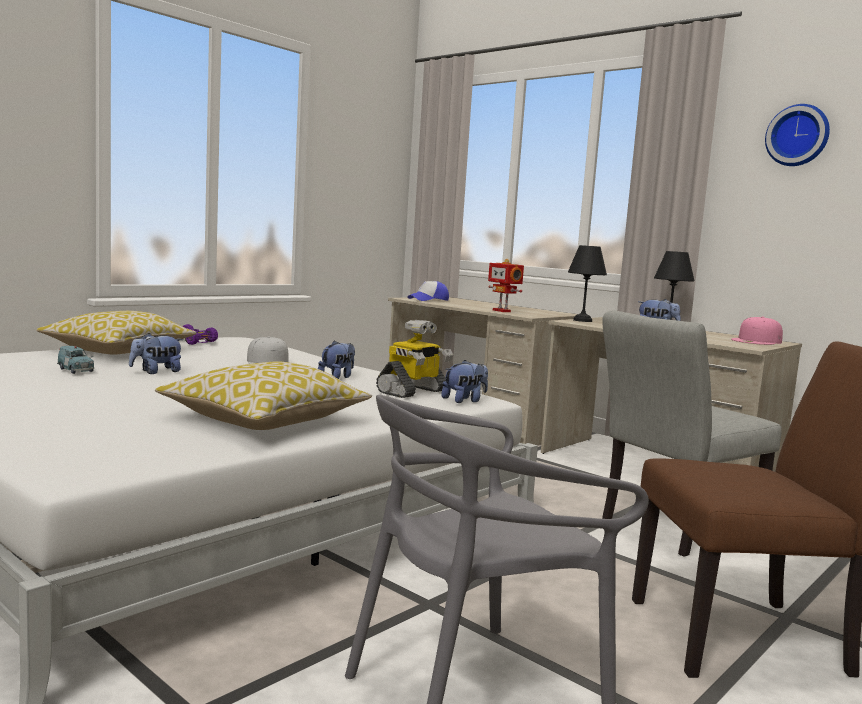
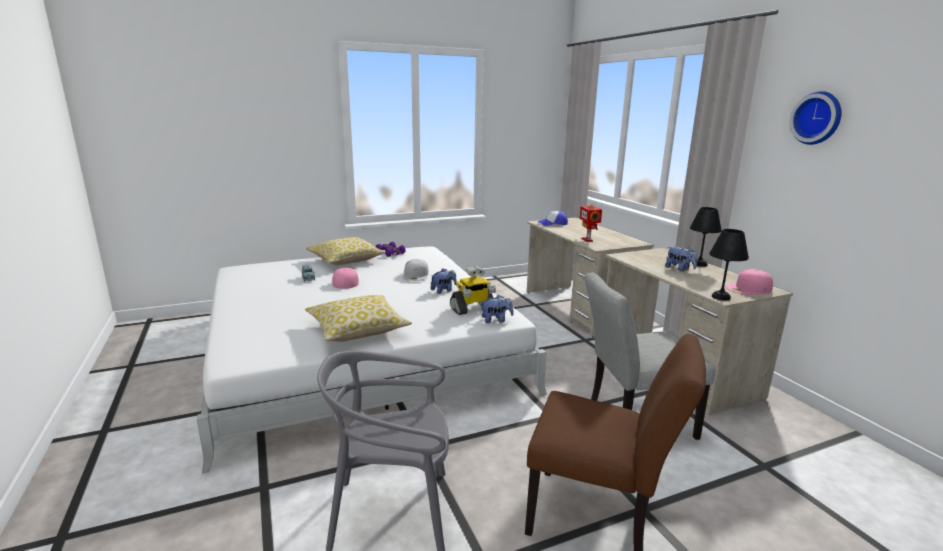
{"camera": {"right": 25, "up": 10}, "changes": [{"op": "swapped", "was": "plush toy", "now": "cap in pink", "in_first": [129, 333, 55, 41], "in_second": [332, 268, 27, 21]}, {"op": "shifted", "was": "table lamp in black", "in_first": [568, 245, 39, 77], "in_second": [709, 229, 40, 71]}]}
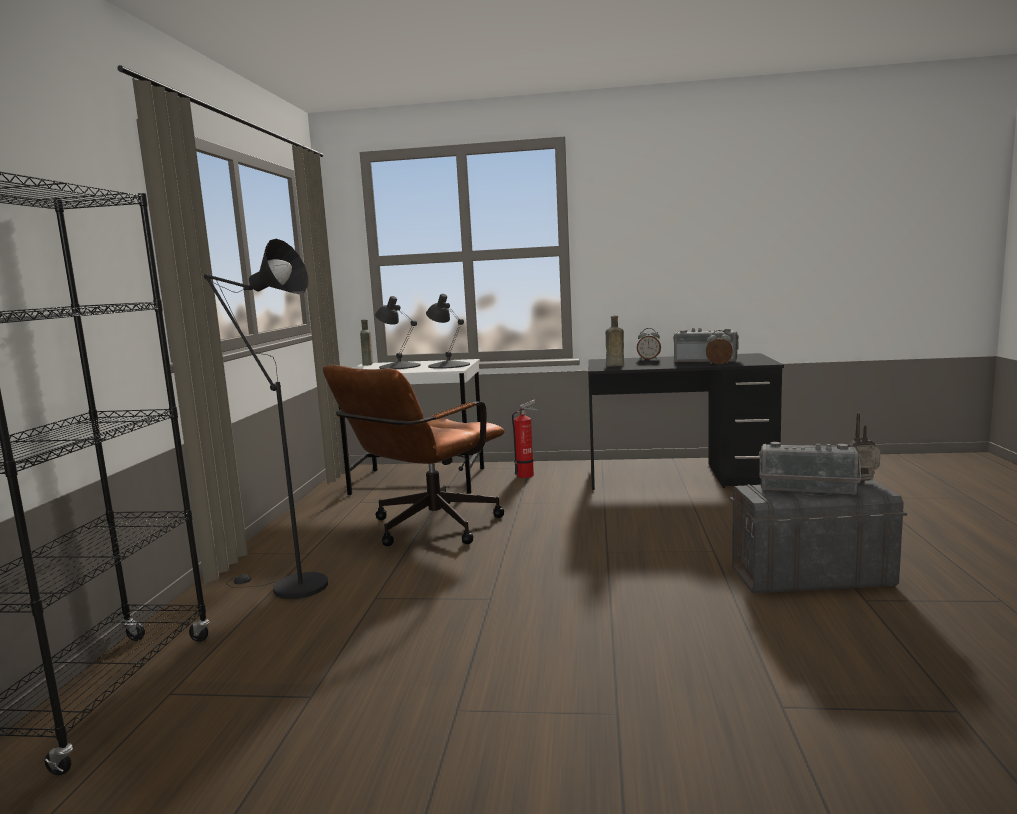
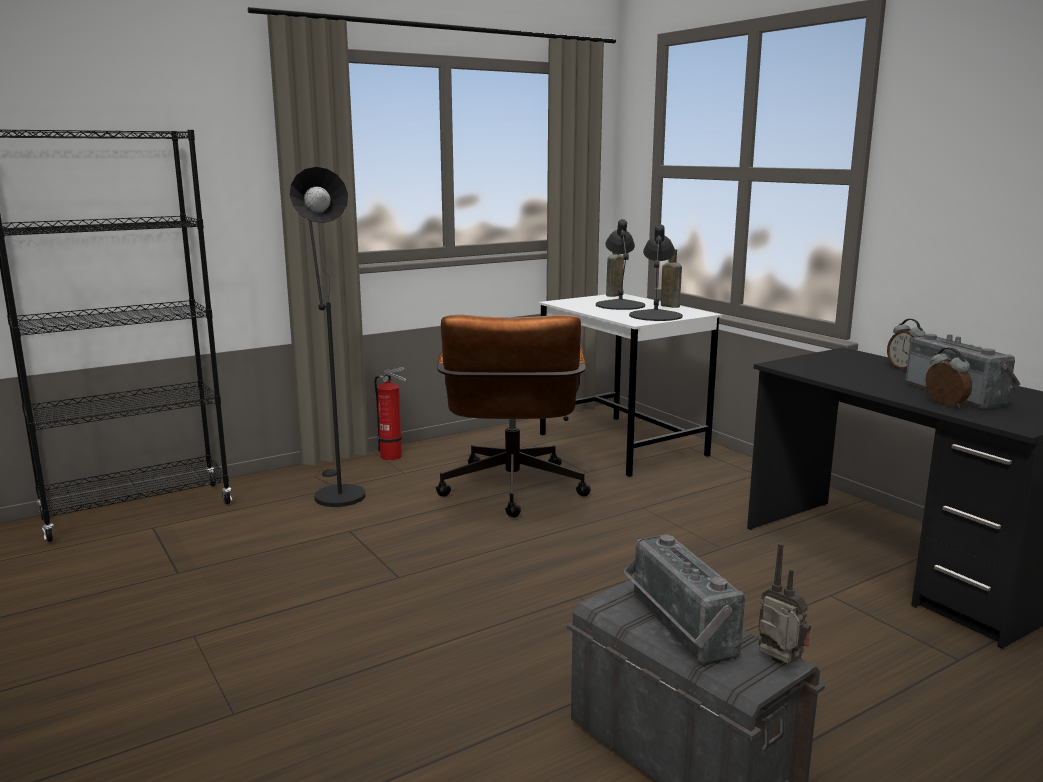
{"camera": {"right": 50, "up": 5}, "changes": [{"op": "shifted", "was": "fire extinguisher", "in_first": [512, 400, 25, 78], "in_second": [375, 367, 31, 93]}, {"op": "rotated", "was": "office chair in brown", "in_first": [323, 365, 182, 181], "in_second": [436, 315, 155, 203], "clockwise": -90}, {"op": "shifted", "was": "bottle in brown", "in_first": [606, 316, 18, 50], "in_second": [661, 249, 21, 59]}]}
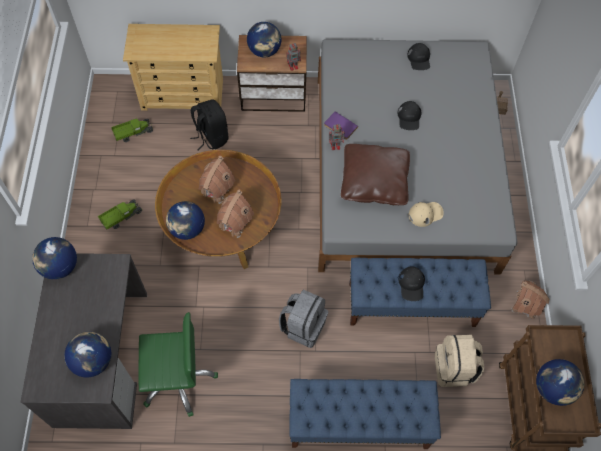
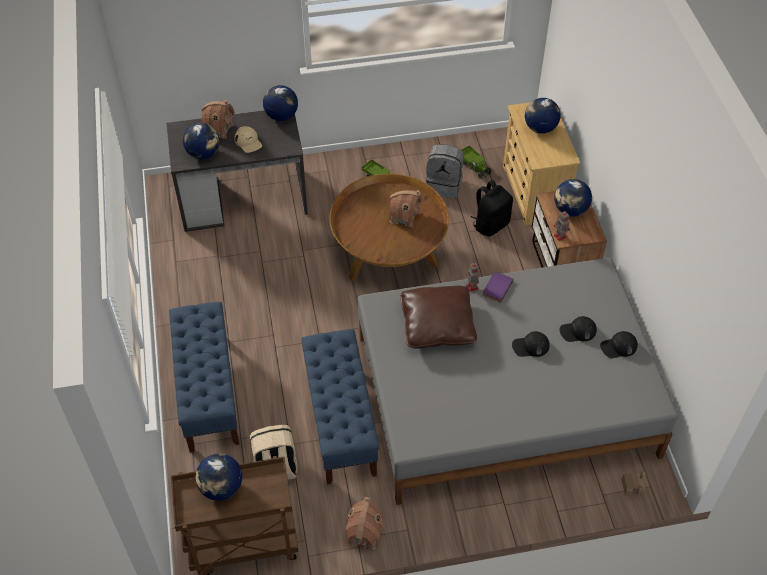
{"camera": {"right": 80, "up": -10}, "changes": [{"op": "shifted", "was": "toy house", "in_first": [217, 190, 37, 48], "in_second": [201, 100, 34, 39]}, {"op": "shifted", "was": "cap in beige", "in_first": [408, 202, 36, 25], "in_second": [234, 126, 28, 27]}, {"op": "shifted", "was": "backpack in grey", "in_first": [279, 289, 49, 59], "in_second": [426, 144, 38, 55]}, {"op": "shifted", "was": "globe", "in_first": [166, 201, 39, 39], "in_second": [525, 98, 36, 36]}, {"op": "shifted", "was": "cap in black", "in_first": [399, 266, 26, 35], "in_second": [559, 316, 38, 26]}, {"op": "gone", "was": "office chair in green", "in_first": [139, 312, 79, 105]}]}
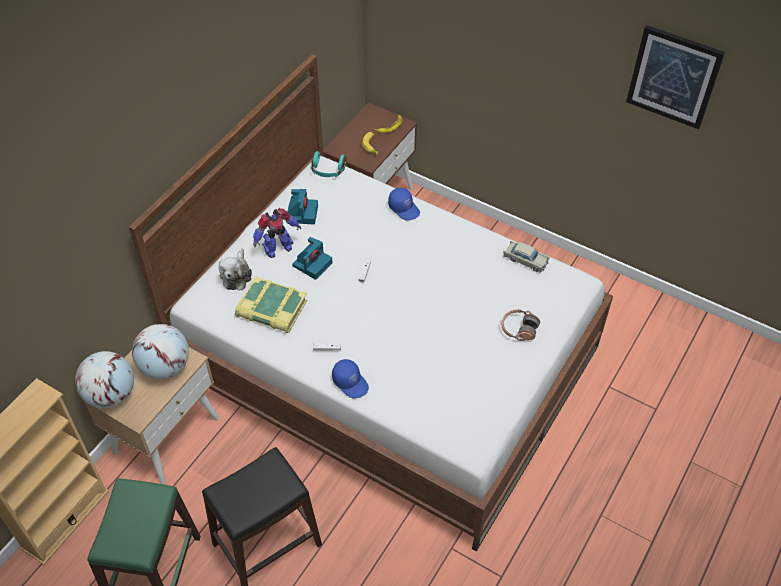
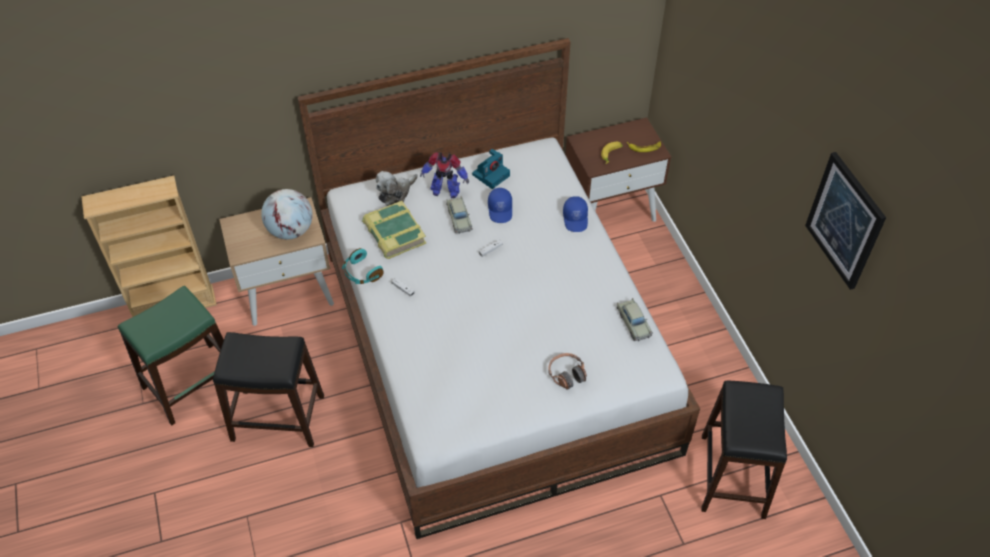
{"camera": {"right": 40, "up": 0}, "changes": [{"op": "shifted", "was": "headphones in turquoise", "in_first": [311, 151, 35, 26], "in_second": [342, 248, 42, 36]}, {"op": "swapped", "was": "photo camera", "now": "toy car in beige", "in_first": [292, 237, 40, 43], "in_second": [446, 196, 27, 38]}, {"op": "shifted", "was": "cap in blue", "in_first": [332, 359, 37, 40], "in_second": [488, 188, 24, 35]}, {"op": "new", "now": "stool in black", "in_second": [701, 381, 86, 138]}, {"op": "gone", "was": "globe", "in_first": [75, 351, 59, 57]}]}
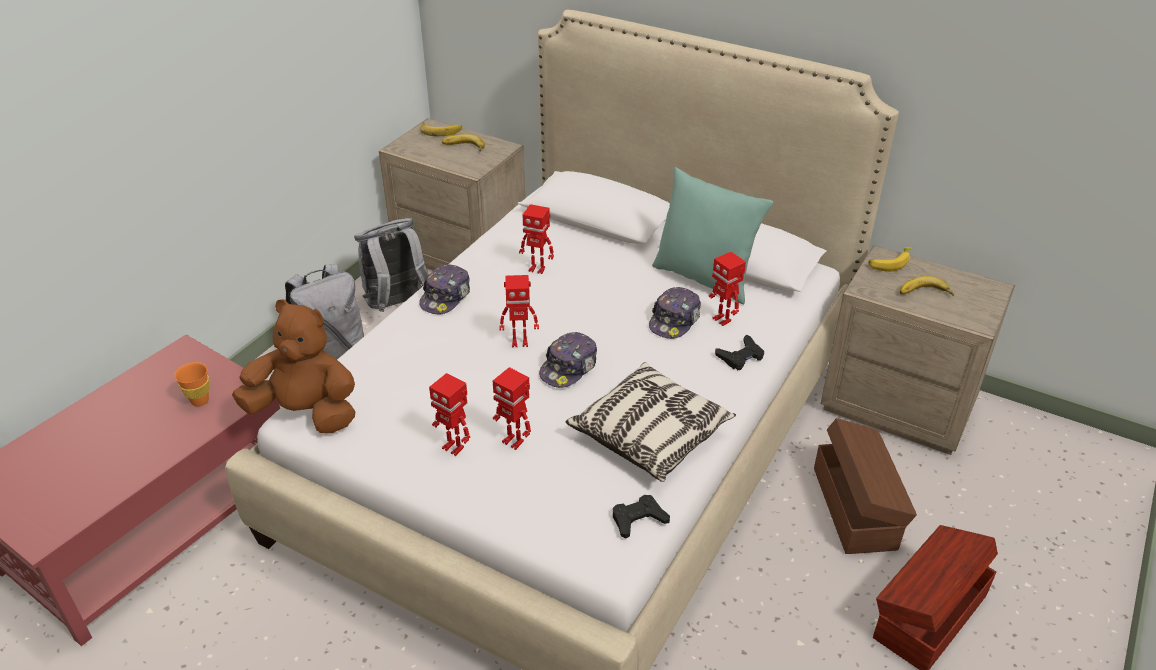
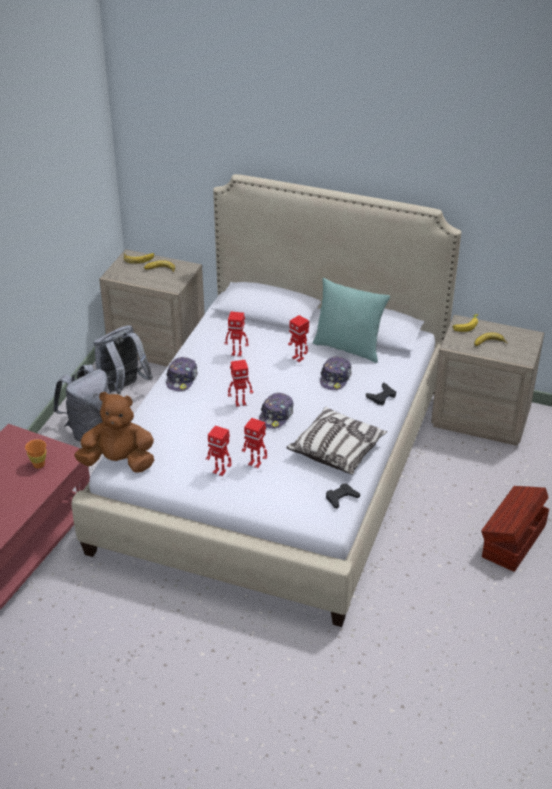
{"camera": {"right": -10, "up": 0}, "changes": [{"op": "shifted", "was": "toy robot", "in_first": [708, 252, 38, 74], "in_second": [288, 315, 21, 47]}, {"op": "gone", "was": "storage box in brown", "in_first": [814, 418, 103, 136]}]}
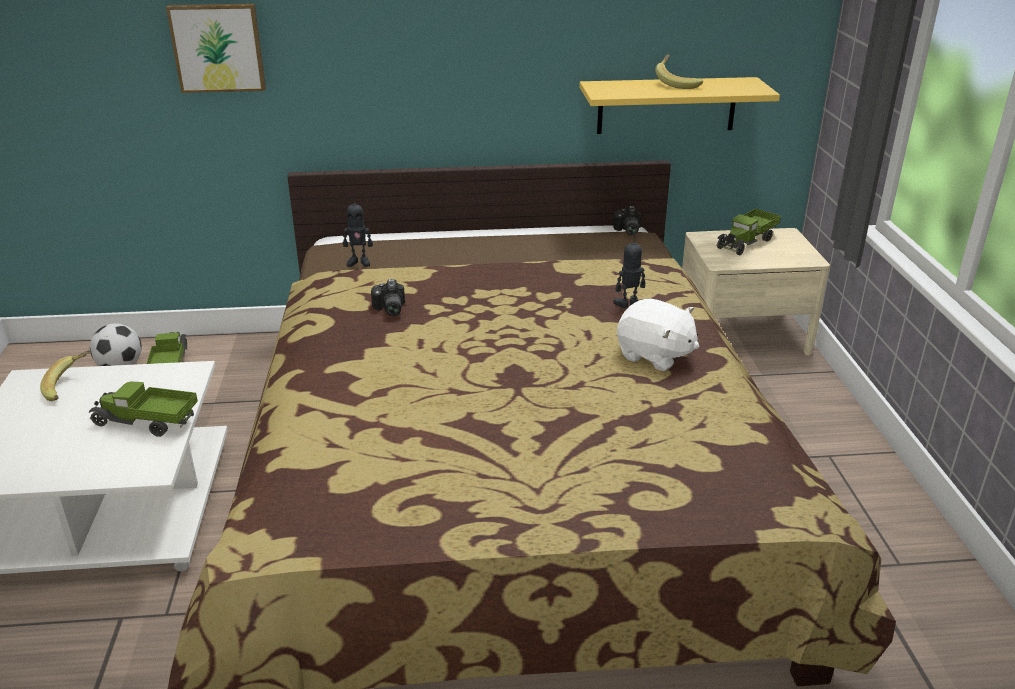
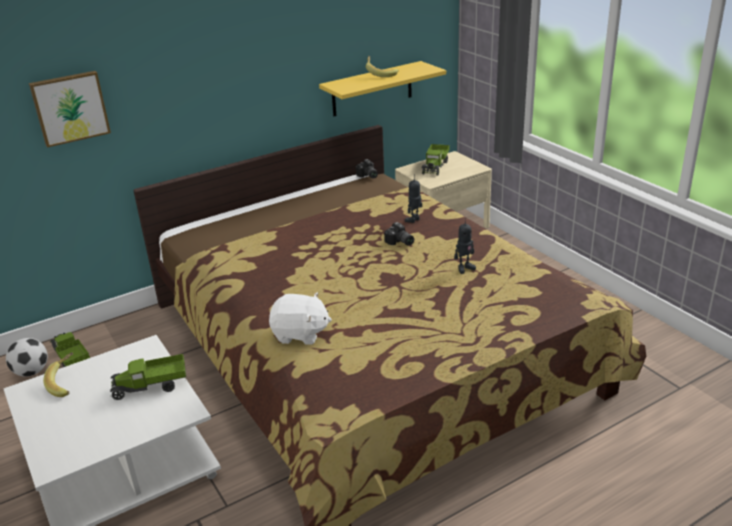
{"camera": {"right": -25, "up": 0}, "changes": [{"op": "shifted", "was": "plush toy in white", "in_first": [617, 298, 83, 73], "in_second": [269, 292, 63, 53]}, {"op": "shifted", "was": "photo camera", "in_first": [371, 279, 34, 37], "in_second": [384, 222, 30, 24]}, {"op": "shifted", "was": "toy robot", "in_first": [343, 195, 30, 72], "in_second": [454, 218, 22, 56]}]}
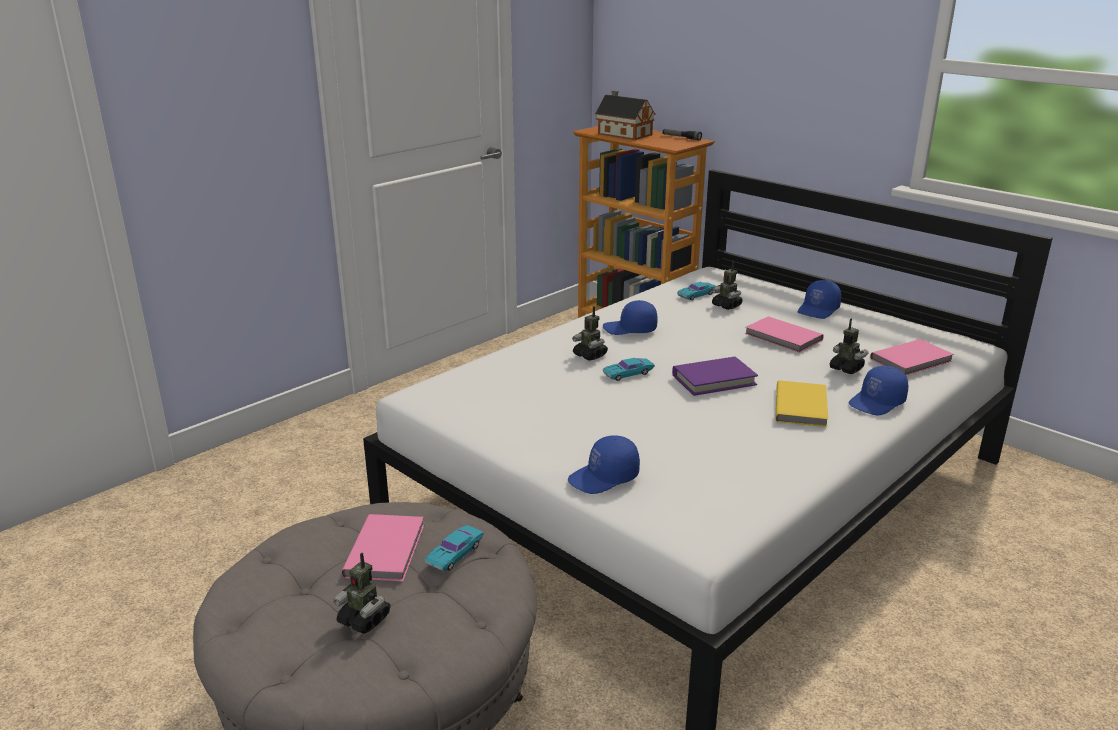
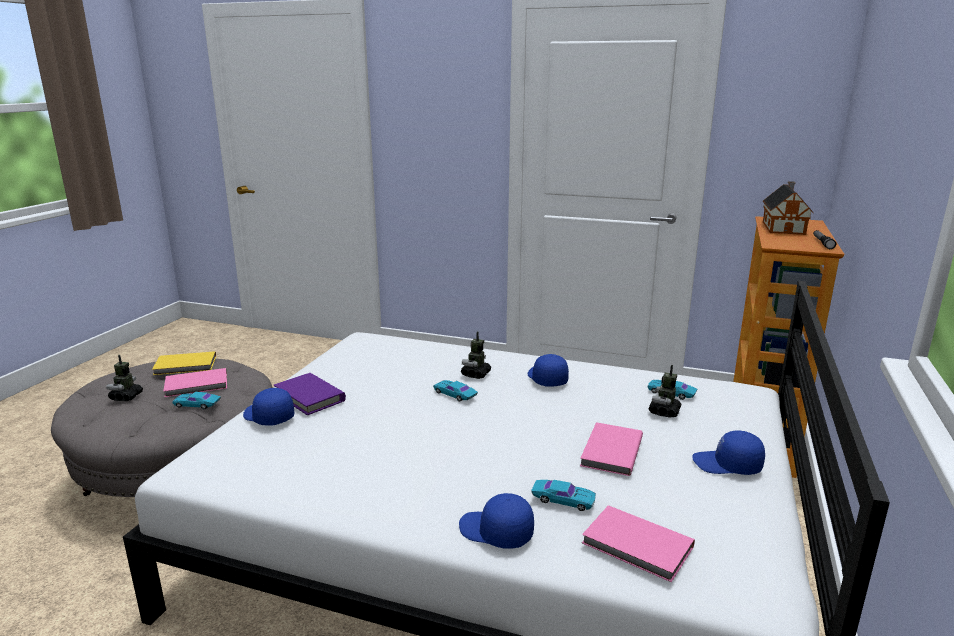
{"camera": {"right": 65, "up": -5}, "changes": [{"op": "shifted", "was": "book in yellow", "in_first": [775, 380, 53, 47], "in_second": [152, 351, 64, 24]}, {"op": "shifted", "was": "book in purple", "in_first": [672, 357, 86, 39], "in_second": [274, 373, 72, 42]}, {"op": "swapped", "was": "toy robot", "now": "toy car in turquoise", "in_first": [830, 318, 38, 56], "in_second": [531, 480, 65, 31]}]}
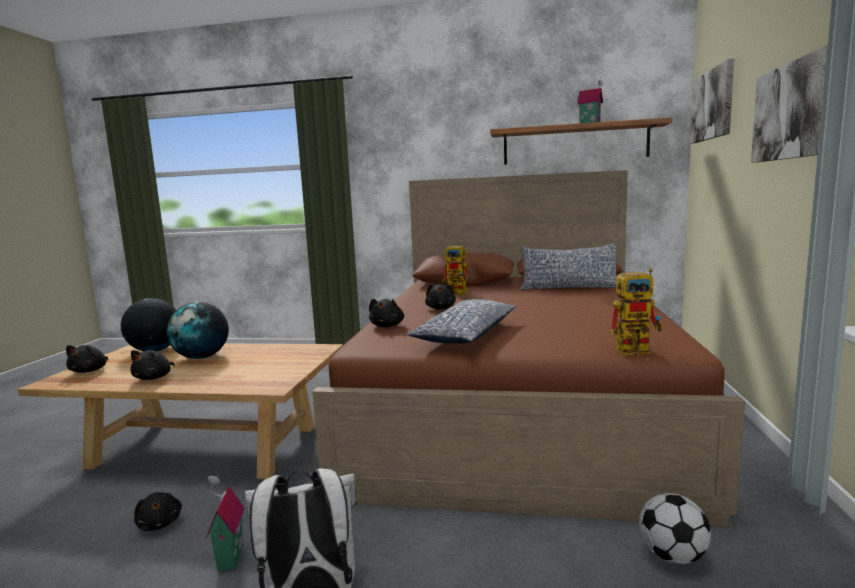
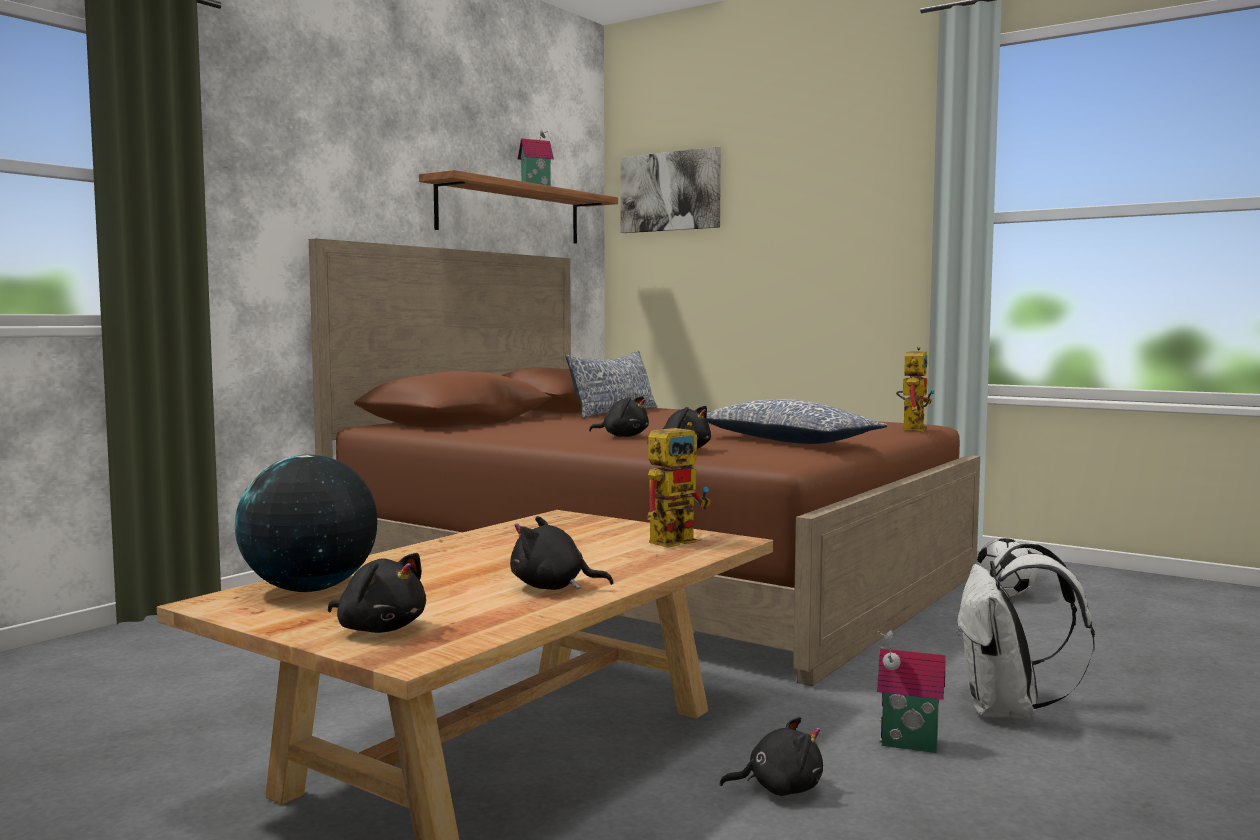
{"camera": {"right": -65, "up": -5}, "changes": [{"op": "rotated", "was": "plush toy in black", "in_first": [130, 350, 45, 30], "in_second": [510, 516, 103, 74], "clockwise": 150}, {"op": "shifted", "was": "toy robot", "in_first": [442, 244, 34, 51], "in_second": [647, 422, 64, 126]}, {"op": "gone", "was": "globe", "in_first": [167, 302, 62, 57]}, {"op": "gone", "was": "picture", "in_first": [751, 45, 77, 118]}]}
